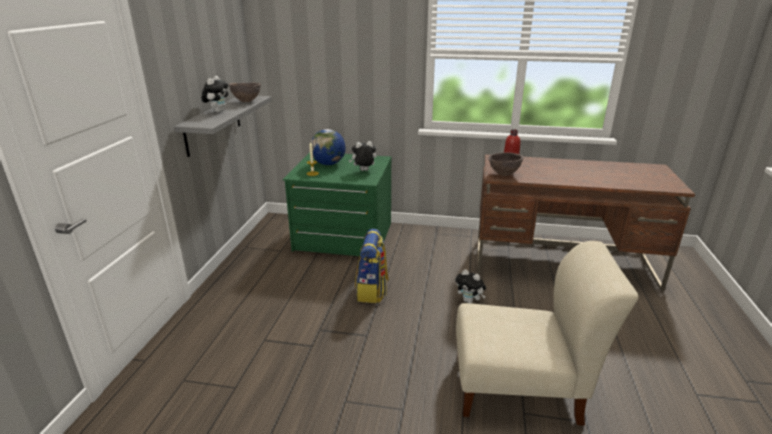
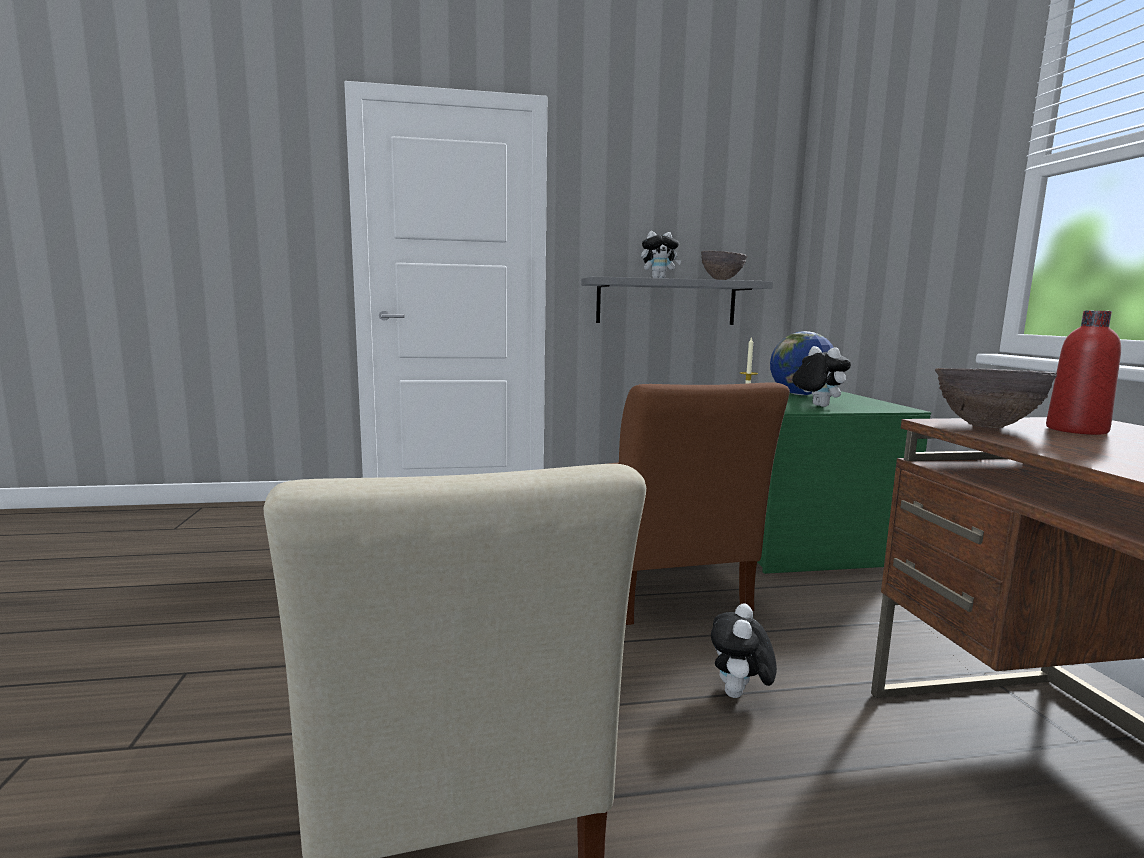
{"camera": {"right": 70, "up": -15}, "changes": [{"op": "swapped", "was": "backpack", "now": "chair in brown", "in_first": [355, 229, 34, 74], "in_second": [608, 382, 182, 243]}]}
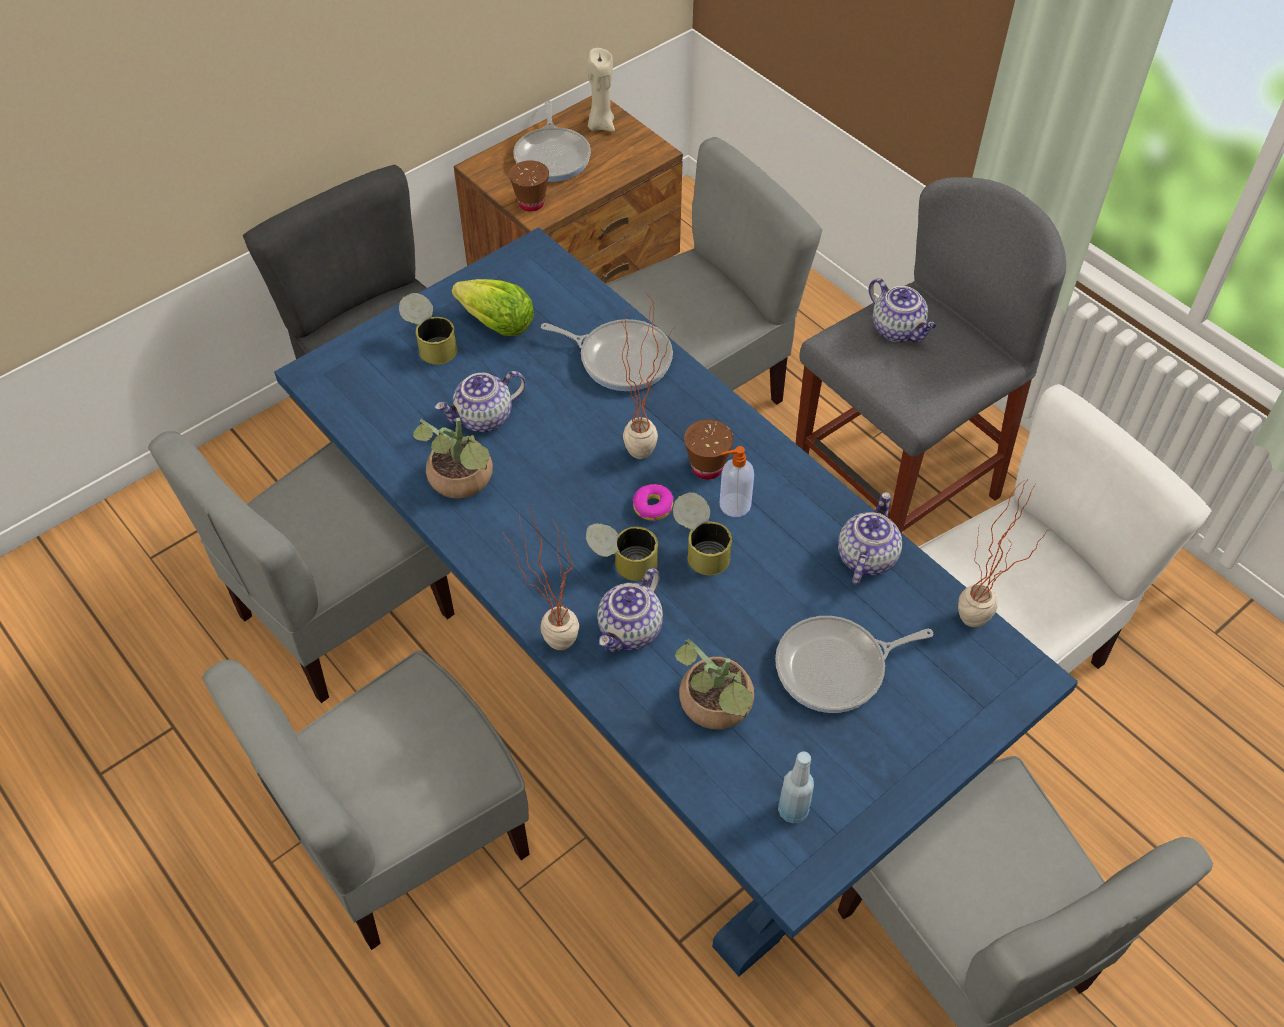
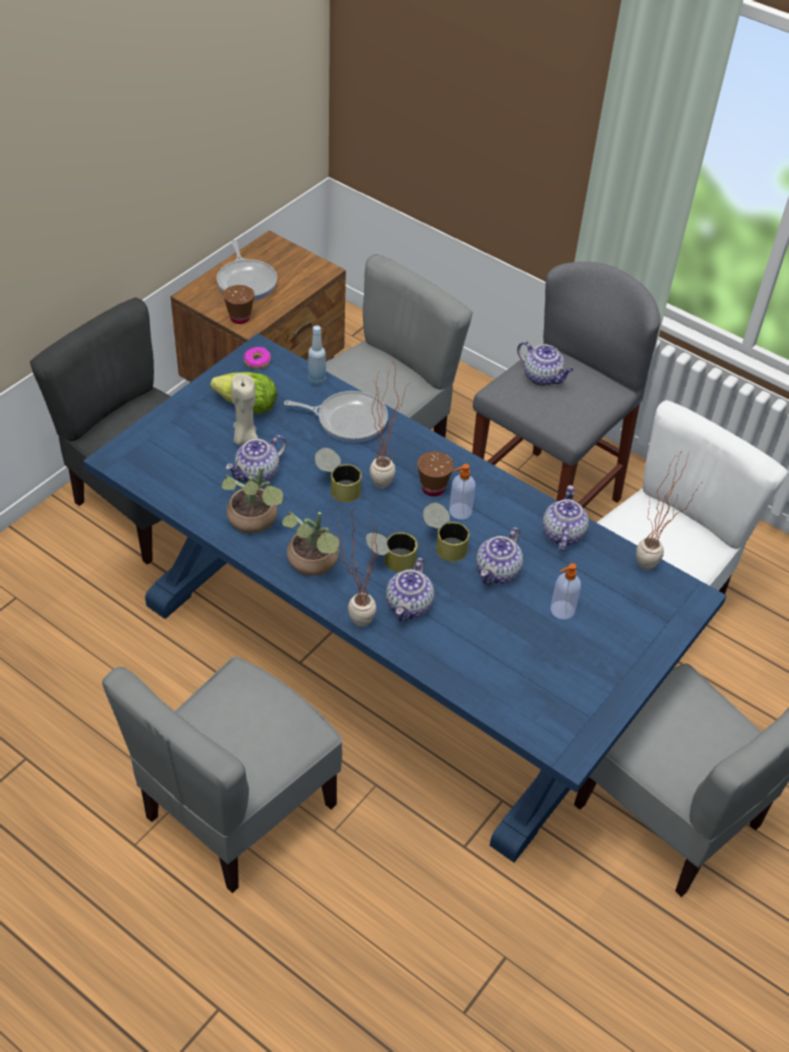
{"camera": {"right": -15, "up": -5}, "changes": [{"op": "shifted", "was": "candle in beige", "in_first": [587, 48, 28, 84], "in_second": [231, 374, 28, 71]}, {"op": "shifted", "was": "donut", "in_first": [633, 484, 40, 37], "in_second": [244, 347, 27, 22]}, {"op": "shifted", "was": "potted plant", "in_first": [675, 639, 79, 90], "in_second": [282, 510, 57, 66]}, {"op": "shifted", "was": "bottle in blue", "in_first": [778, 751, 36, 72], "in_second": [308, 325, 18, 60]}, {"op": "shifted", "was": "can", "in_first": [399, 293, 58, 72], "in_second": [315, 448, 47, 54]}, {"op": "new", "now": "teapot", "in_second": [476, 527, 47, 58]}, {"op": "swapped", "was": "frying pan", "now": "soap dispenser", "in_first": [775, 616, 159, 97], "in_second": [551, 563, 30, 57]}, {"op": "gone", "was": "chair in grey", "in_first": [148, 431, 306, 272]}]}
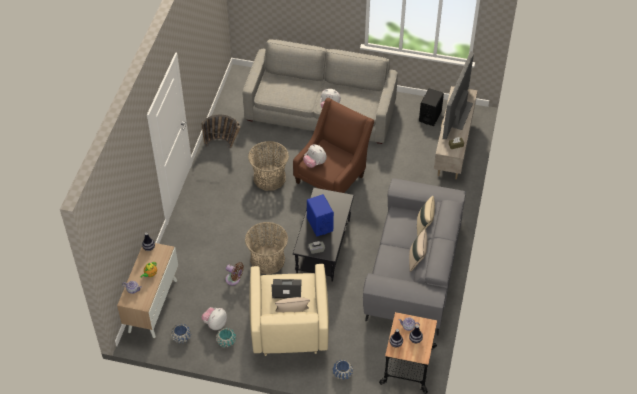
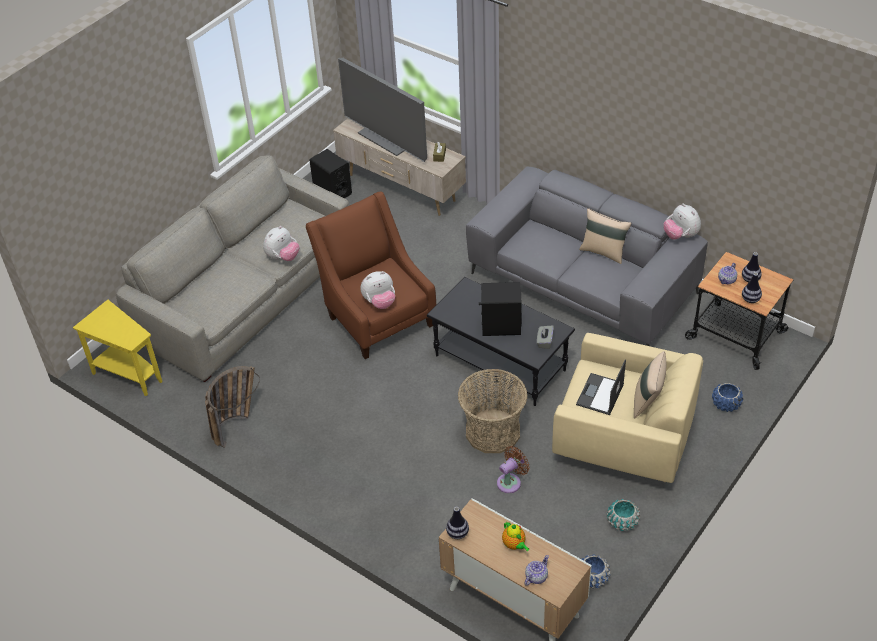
{"camera": {"right": -65, "up": -5}, "changes": [{"op": "new", "now": "side table in yellow", "in_second": [73, 300, 90, 96]}, {"op": "repainted", "was": "speaker in blue", "now": "speaker in black", "in_first": [307, 194, 27, 42], "in_second": [479, 282, 43, 54]}, {"op": "shifted", "was": "plush toy", "in_first": [201, 307, 26, 23], "in_second": [663, 203, 38, 37]}, {"op": "gone", "was": "basket", "in_first": [248, 141, 41, 50]}, {"op": "gone", "was": "pillow in beige", "in_first": [417, 196, 18, 41]}]}
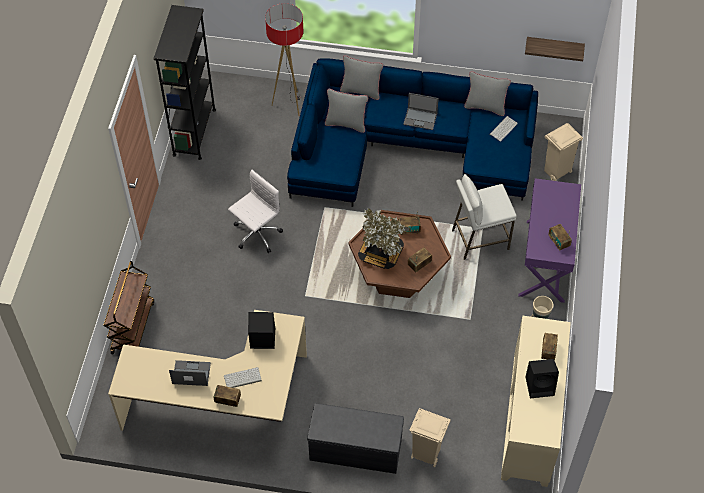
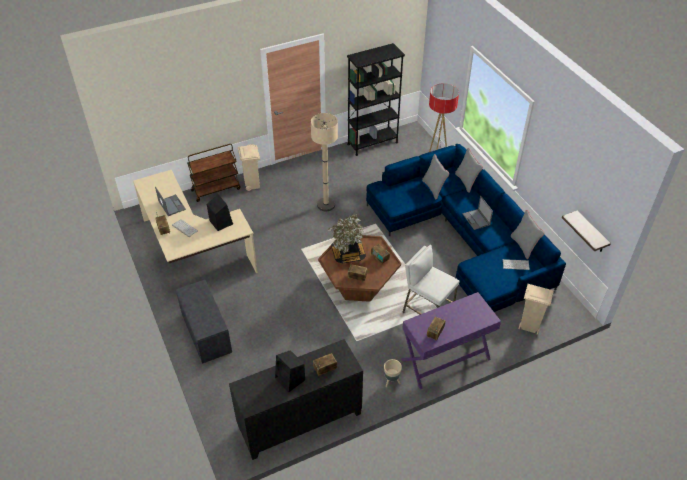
{"camera": {"right": 55, "up": -10}, "changes": [{"op": "repainted", "was": "cabinet in beige", "now": "cabinet in black", "in_first": [501, 316, 70, 171], "in_second": [229, 339, 134, 121]}, {"op": "shifted", "was": "trash can in beige", "in_first": [410, 408, 41, 59], "in_second": [238, 144, 22, 47]}, {"op": "swapped", "was": "office chair in white", "now": "floor lamp in beige", "in_first": [228, 170, 55, 83], "in_second": [311, 113, 27, 98]}]}
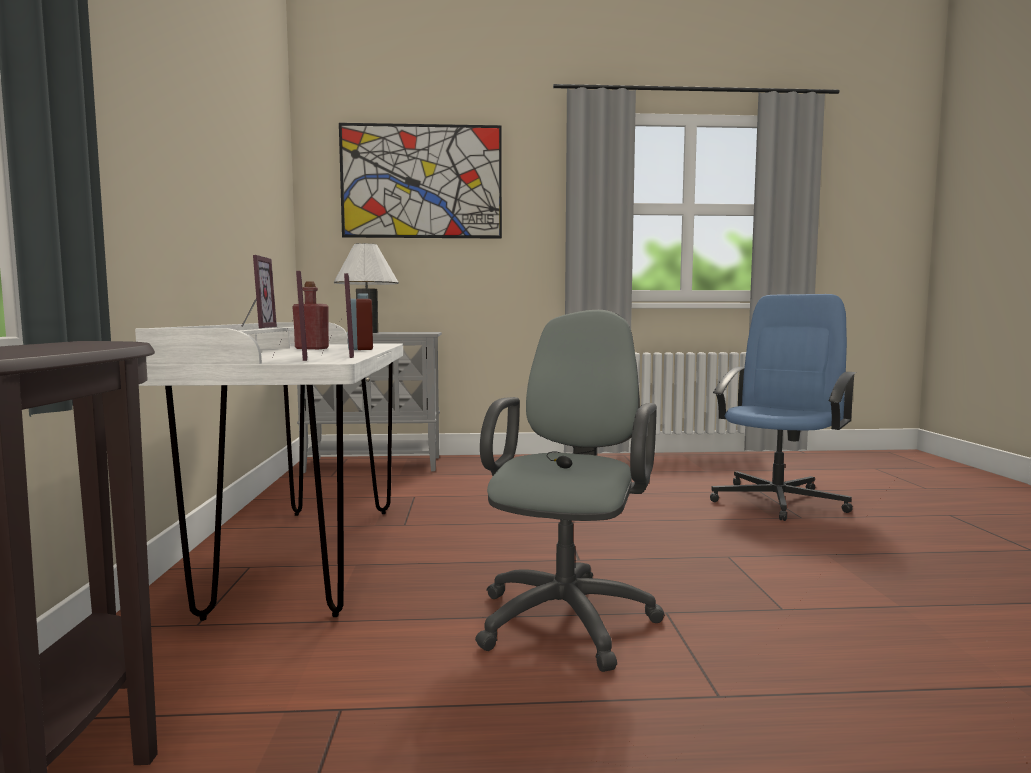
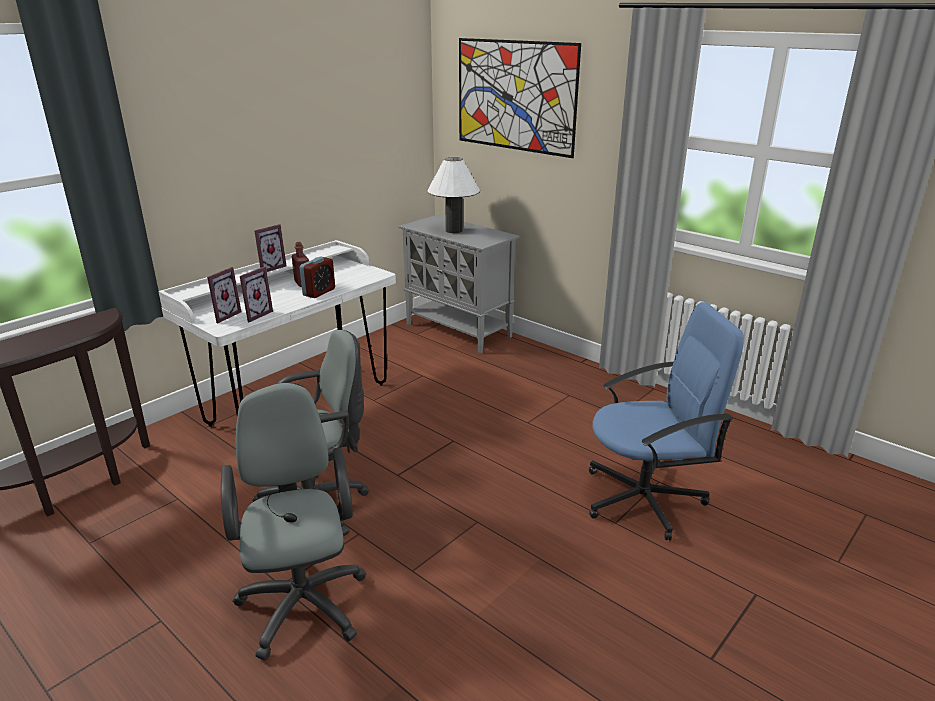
{"camera": {"right": 45, "up": 20}, "changes": [{"op": "new", "now": "office chair in grey", "in_second": [221, 383, 145, 277]}]}
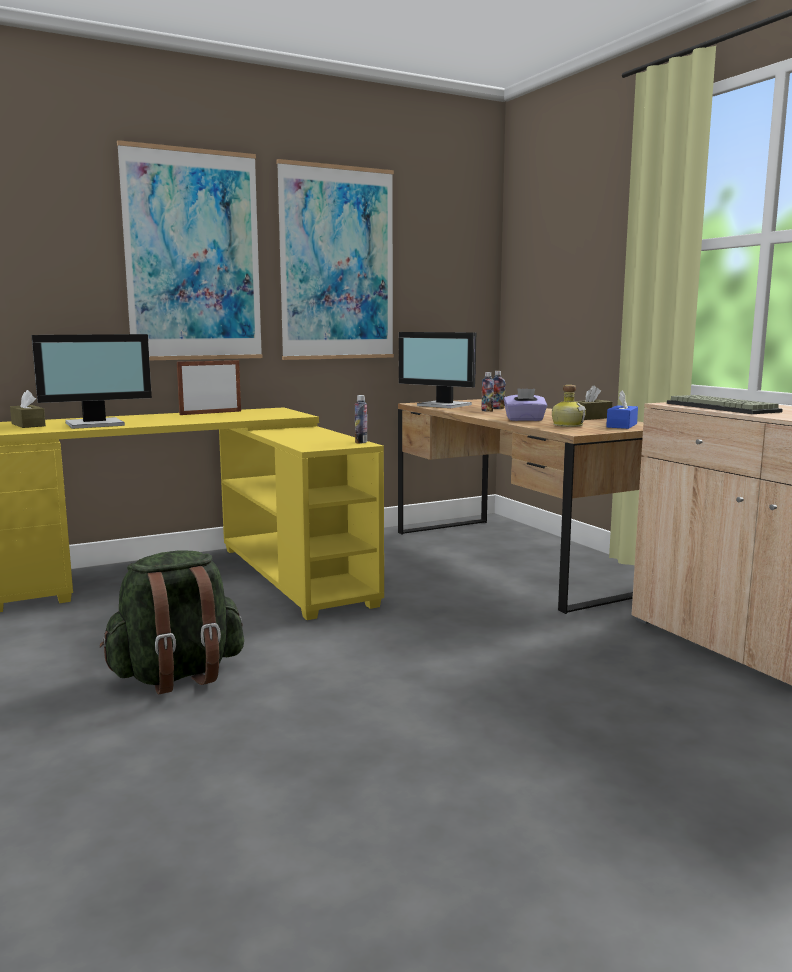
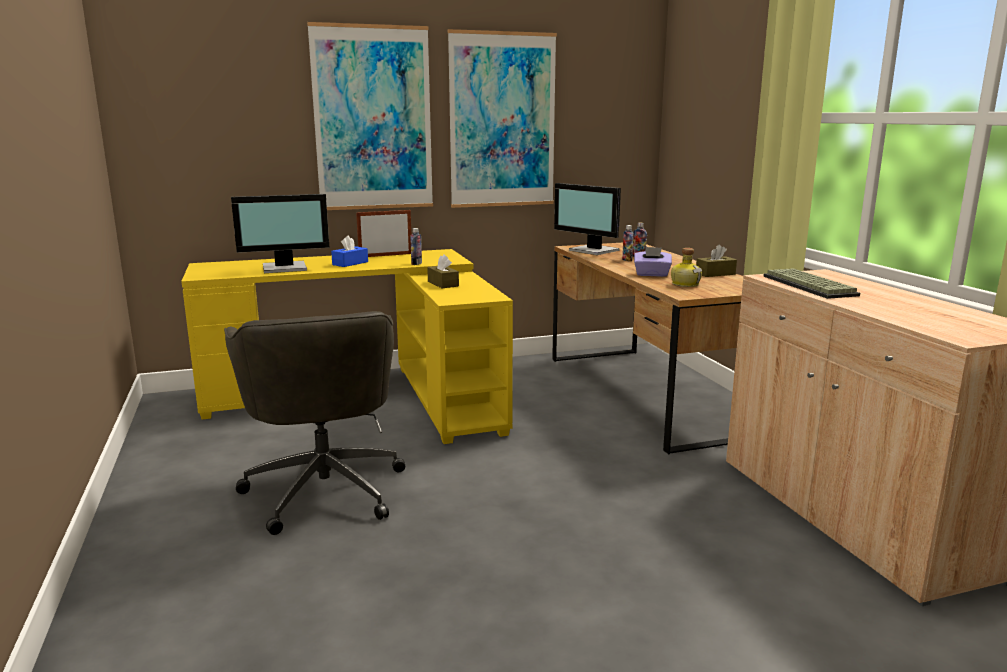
{"camera": {"right": 10, "up": 5}, "changes": [{"op": "swapped", "was": "backpack in green", "now": "office chair in grey", "in_first": [100, 550, 144, 145], "in_second": [224, 311, 181, 224]}, {"op": "shifted", "was": "tissue box in blue", "in_first": [606, 390, 32, 39], "in_second": [331, 236, 37, 31]}, {"op": "shifted", "was": "bottle", "in_first": [355, 395, 12, 49], "in_second": [410, 228, 12, 37]}, {"op": "shifted", "was": "tissue box in brown", "in_first": [10, 390, 36, 38], "in_second": [427, 254, 32, 34]}]}
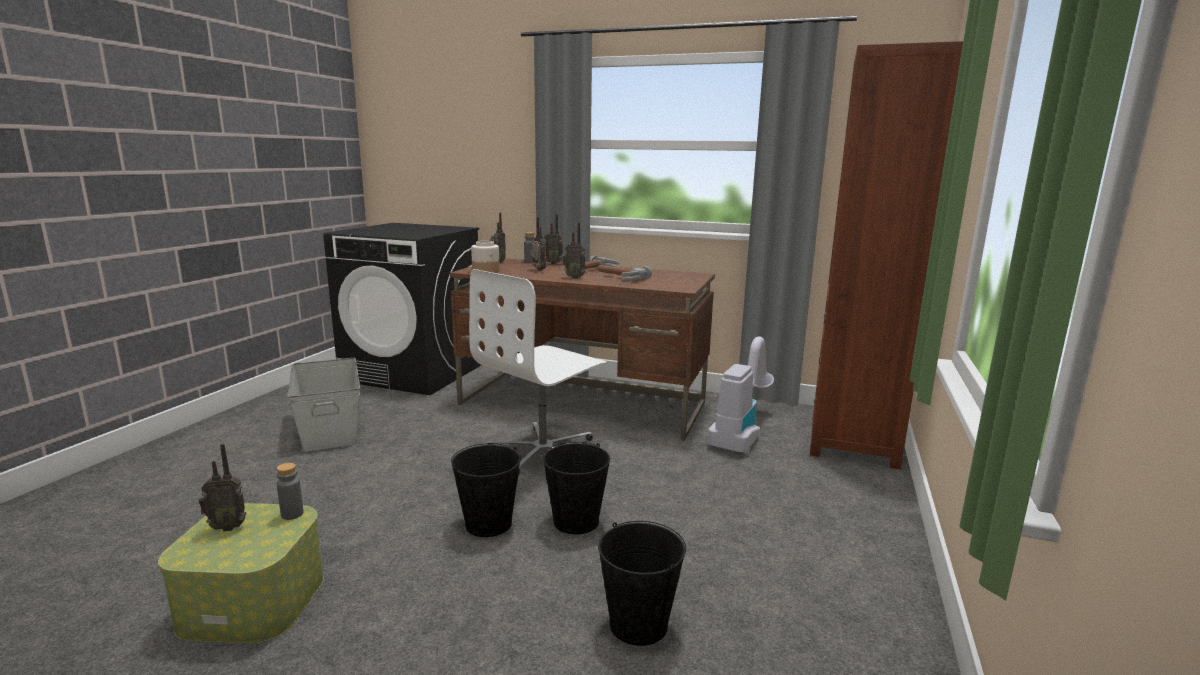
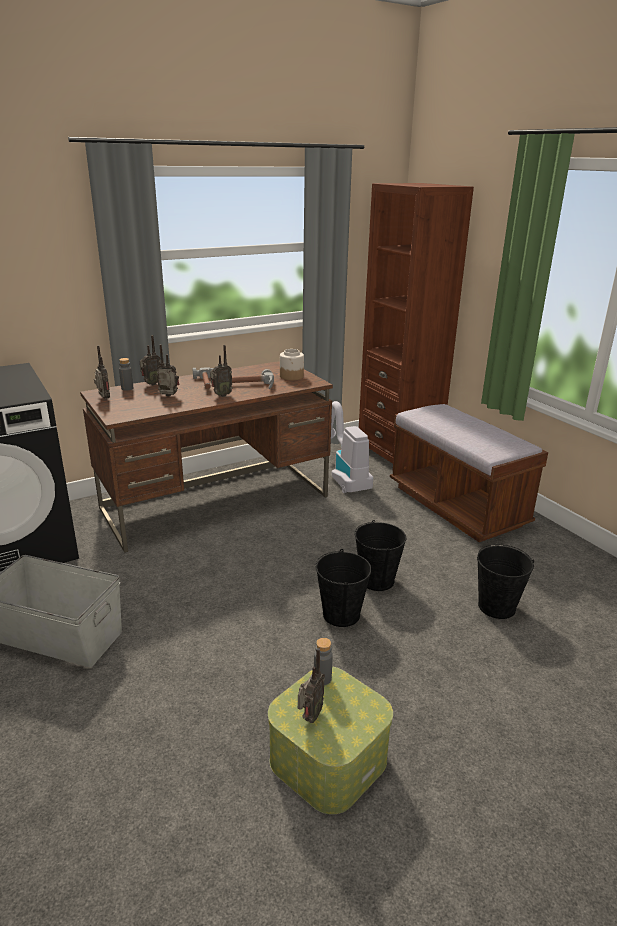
{"camera": {"right": -50, "up": 10}, "changes": [{"op": "shifted", "was": "jar", "in_first": [471, 241, 29, 32], "in_second": [280, 349, 24, 31]}, {"op": "new", "now": "bench in brown", "in_second": [390, 404, 158, 138]}, {"op": "gone", "was": "office chair in white", "in_first": [469, 269, 138, 206]}]}
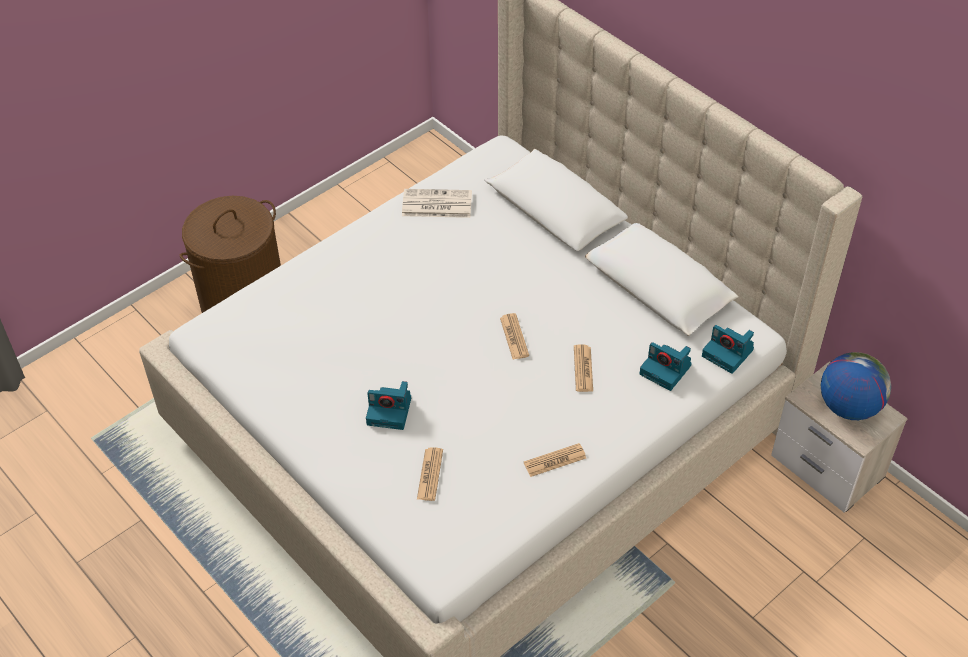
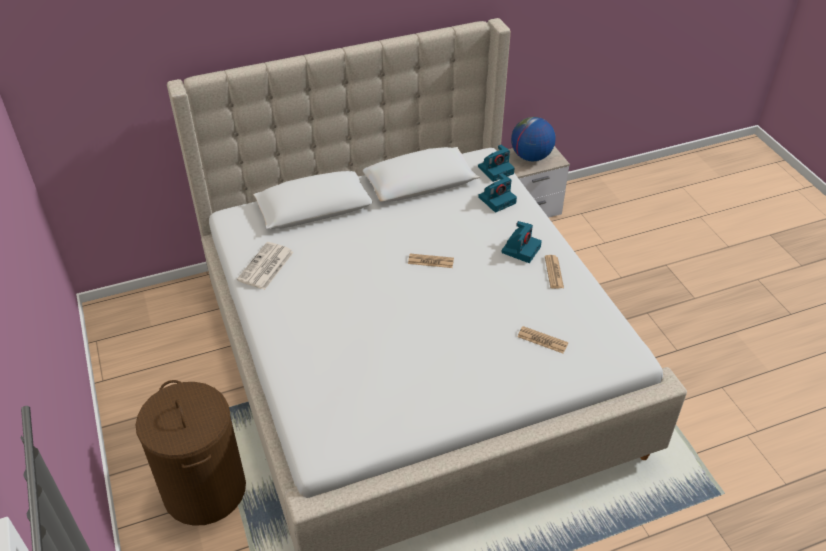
{"camera": {"right": -70, "up": -5}, "changes": [{"op": "shifted", "was": "photo camera", "in_first": [366, 381, 45, 49], "in_second": [501, 221, 41, 42]}, {"op": "gone", "was": "newspaper", "in_first": [574, 344, 19, 48]}]}
